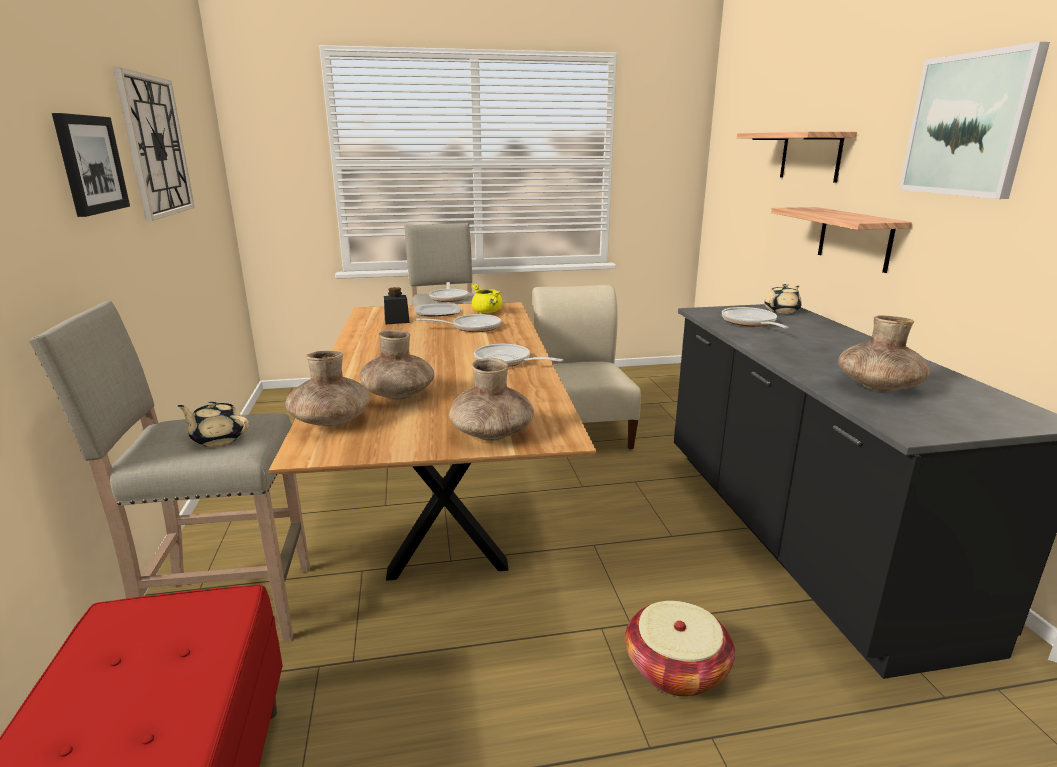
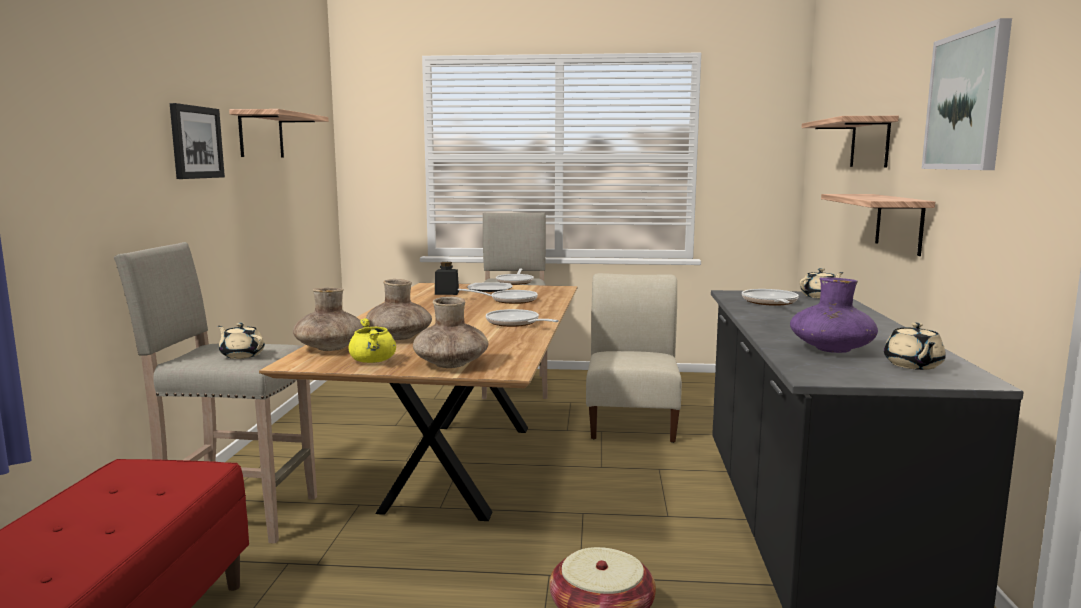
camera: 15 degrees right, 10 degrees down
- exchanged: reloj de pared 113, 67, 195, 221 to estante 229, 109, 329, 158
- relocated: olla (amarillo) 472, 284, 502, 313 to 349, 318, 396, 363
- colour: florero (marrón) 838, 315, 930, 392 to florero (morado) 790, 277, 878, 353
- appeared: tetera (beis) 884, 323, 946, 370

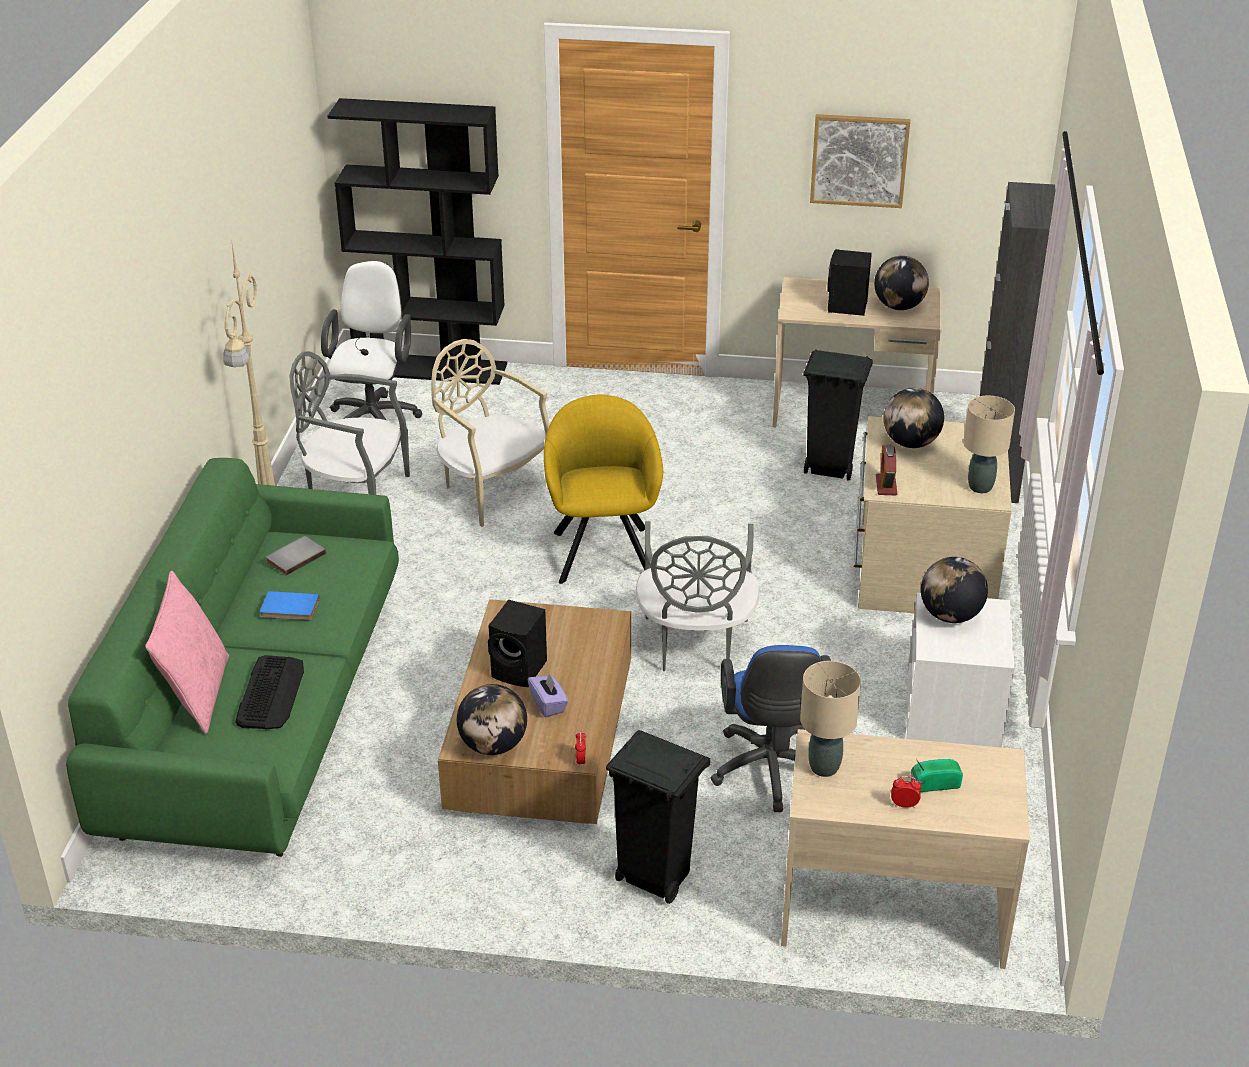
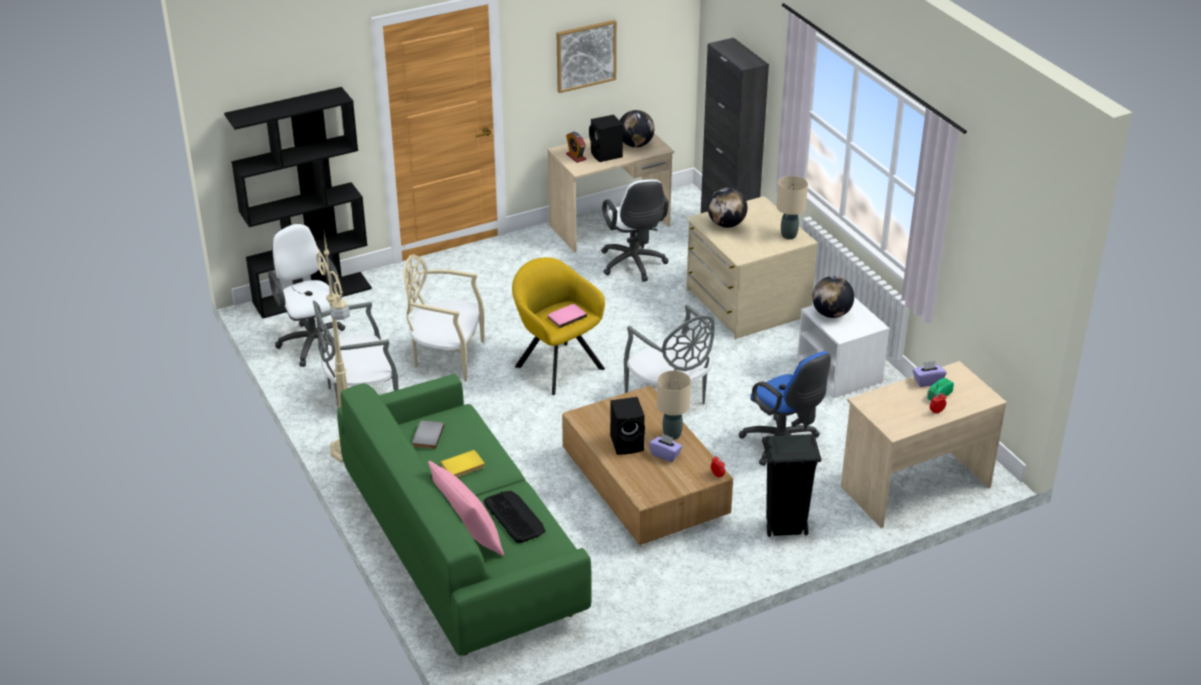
camera: 35 degrees left, 0 degrees up
- exchanged: papelera (negro) 803, 349, 873, 480 to silla de oficina (blanco) 601, 179, 669, 282
- relocated: despertador 876, 445, 897, 495 to 566, 132, 586, 163
- colour: libro (azul) 260, 591, 320, 620 to libro (amarillo) 440, 450, 485, 477
- relocated: lámpara de mesa (beis) 800, 661, 861, 777 to 657, 370, 691, 440
- missing: globo terráqueo 457, 684, 527, 755
- appeared: libro (rosa) 548, 304, 587, 328
- appeared: caja de pañuelos (morado) 913, 361, 946, 387

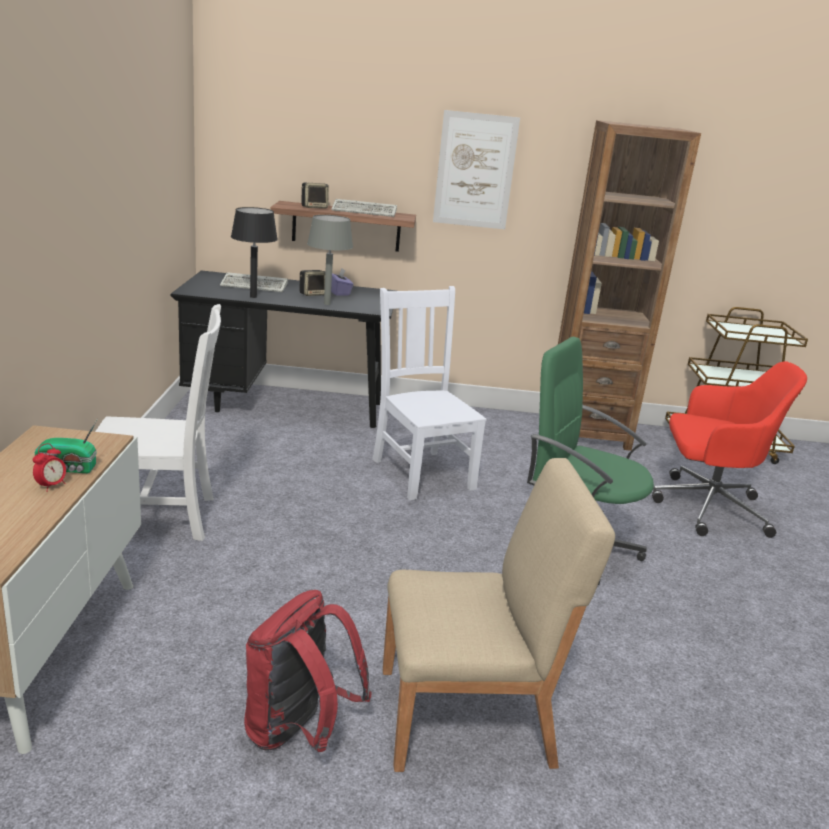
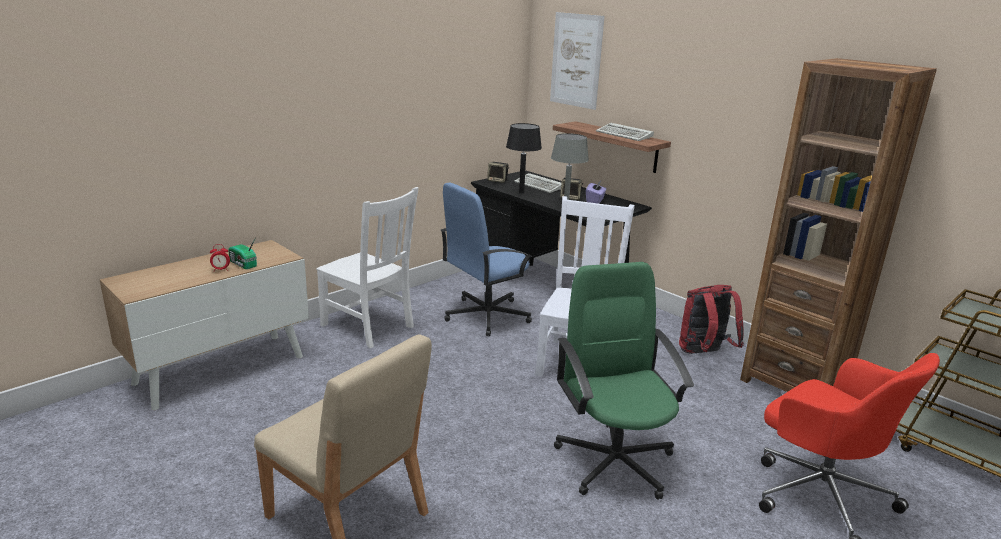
camera: 45 degrees right, 0 degrees up
- relocated: cuadro 433, 110, 520, 229 to 550, 12, 605, 110
- relocated: altavoz 301, 183, 329, 209 to 487, 162, 509, 183
- relocated: mochila (rojo) 244, 590, 372, 752 to 679, 285, 744, 354
- appeared: silla de oficina (azul) 441, 182, 532, 336

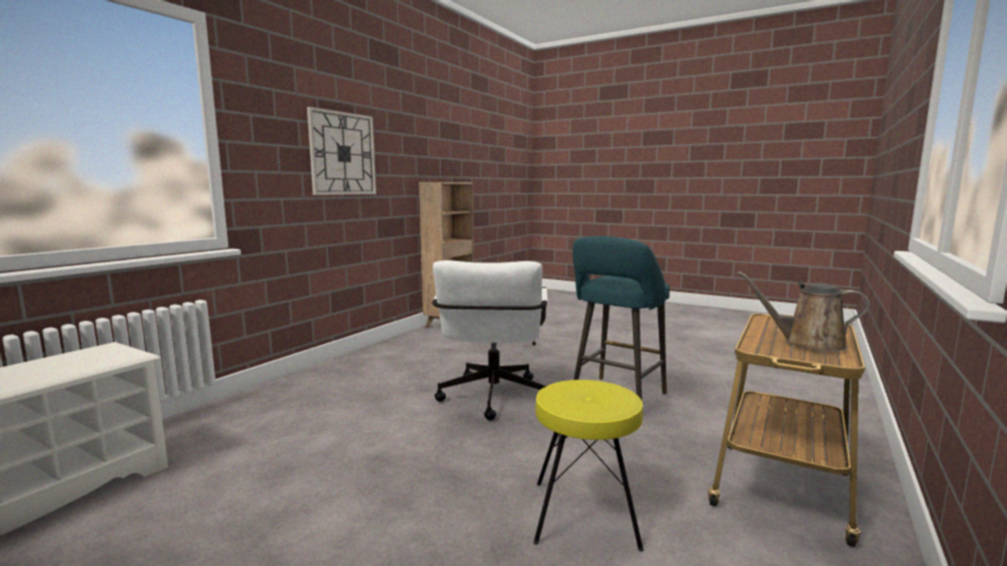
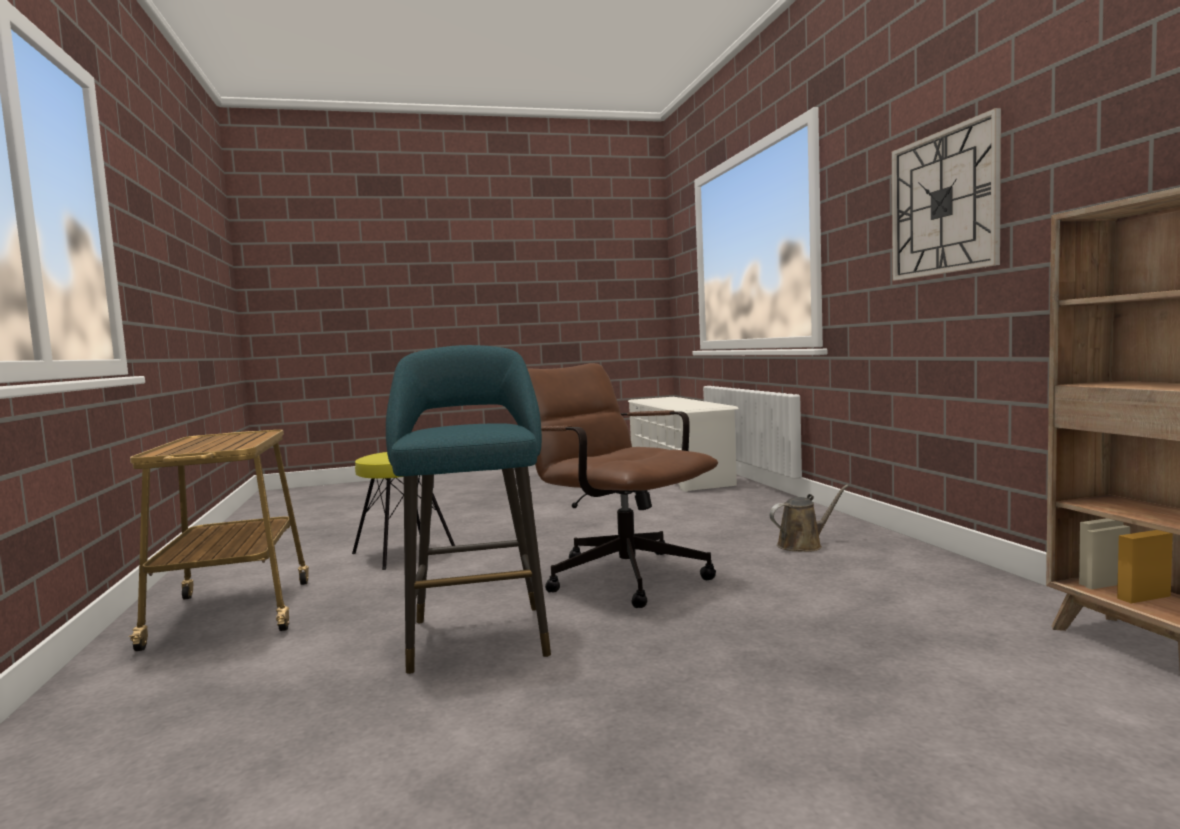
camera: 135 degrees right, 5 degrees down
- colour: silla de oficina (blanco) 432, 260, 548, 421 to silla de oficina (marrón) 527, 363, 718, 608
- relocated: regadera (marrón) 737, 271, 870, 352 to 770, 485, 849, 552

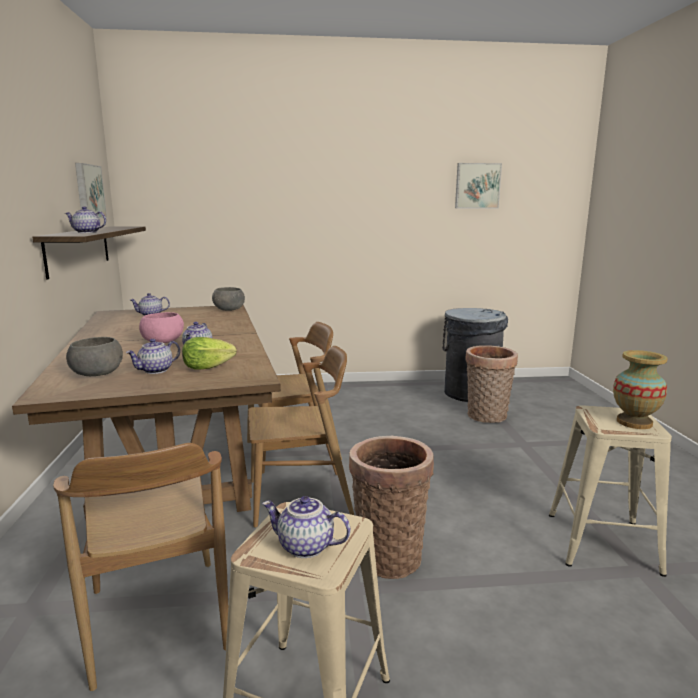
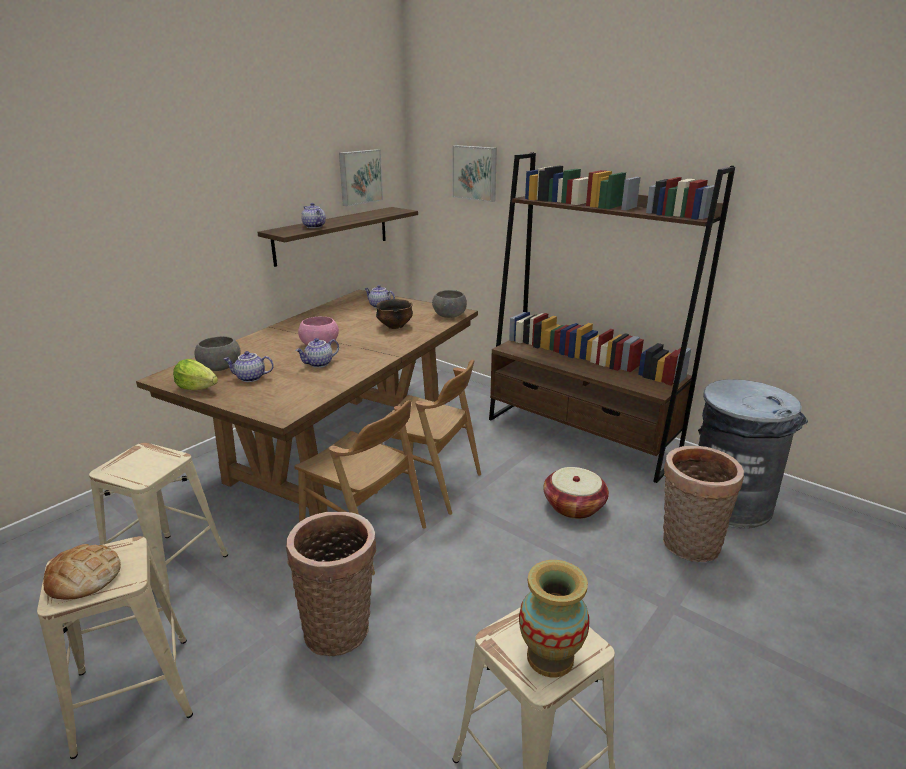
camera: 45 degrees right, 10 degrees up
- relocated: cuadro 455, 163, 502, 209 to 452, 145, 497, 202
- relocated: lechuga 182, 337, 237, 370 to 173, 359, 218, 390
- exchanged: silla (marrón) 53, 443, 228, 691 to taburete (beis) 89, 443, 228, 601
- exchanged: tetera 262, 496, 350, 558 to pan 43, 544, 121, 599
- appeared: estantería (marrón) 489, 152, 735, 483
- appeared: cuenco 376, 299, 413, 329
- appeared: cesta 543, 467, 609, 519

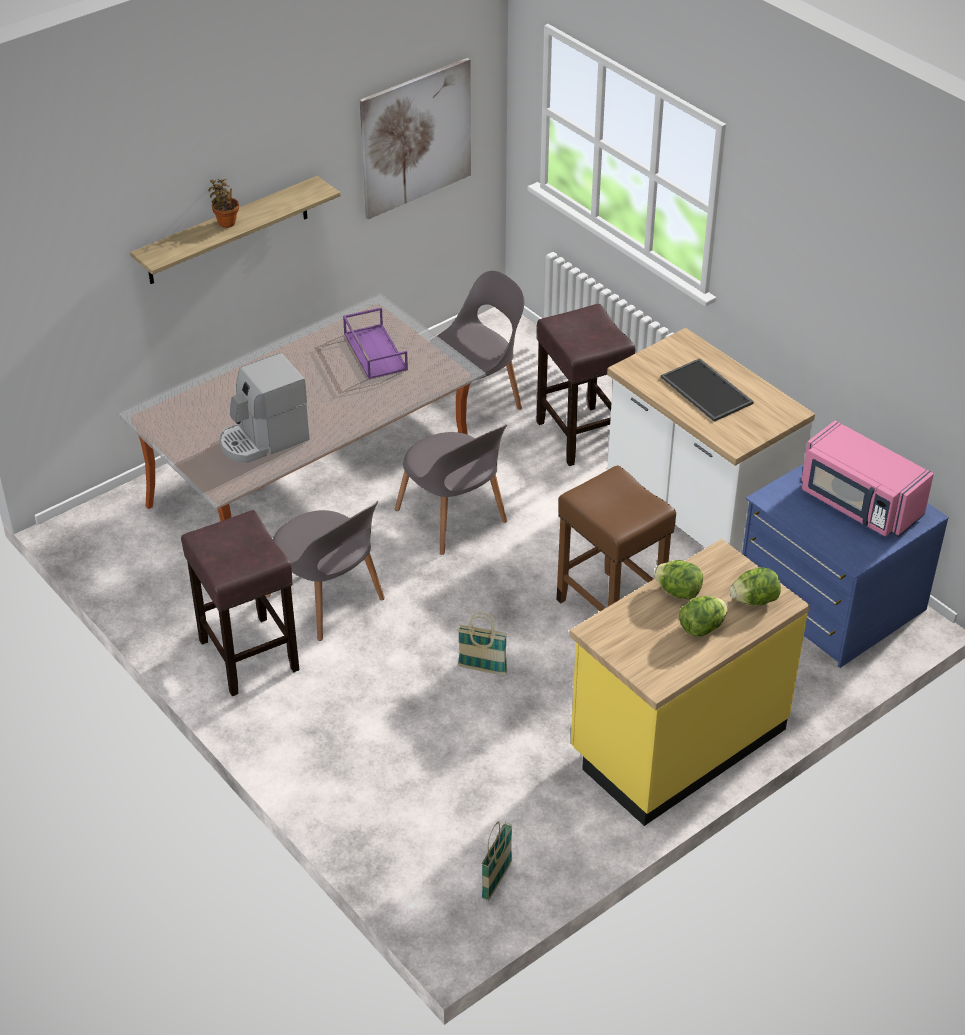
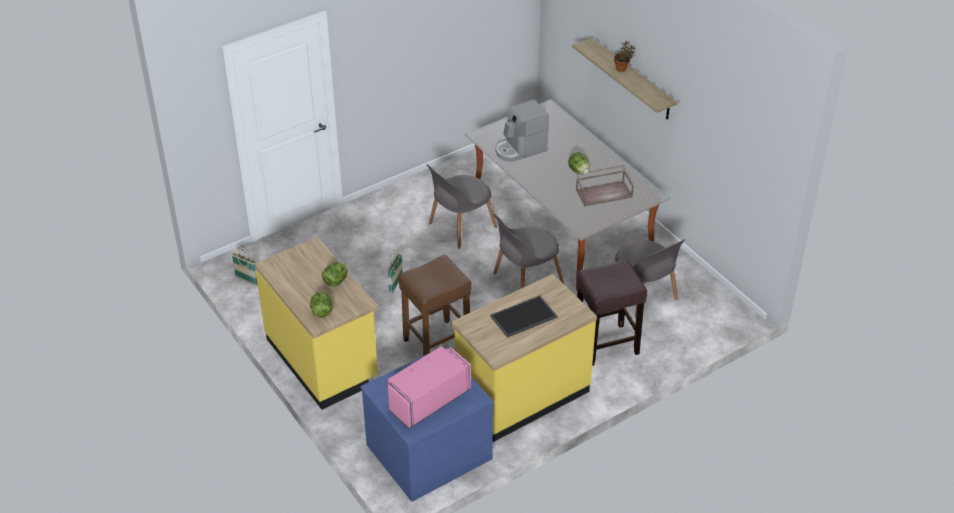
camera: 95 degrees right, 0 degrees up
- missing: cuadro 360, 58, 471, 219
- colour: bandeja (morado) 343, 307, 408, 379 to bandeja (marrón) 576, 170, 634, 206
- colour: mueble bajo de cocina (blanco) 607, 328, 815, 554 to mueble bajo de cocina (amarillo) 451, 274, 597, 442
- spun: cafetera 219, 353, 310, 463 = 495, 99, 549, 162 90 degrees counterclockwise
- missing: taburete (marrón) 181, 510, 299, 696
- relocated: lechuga 679, 596, 728, 636 to 568, 152, 590, 175

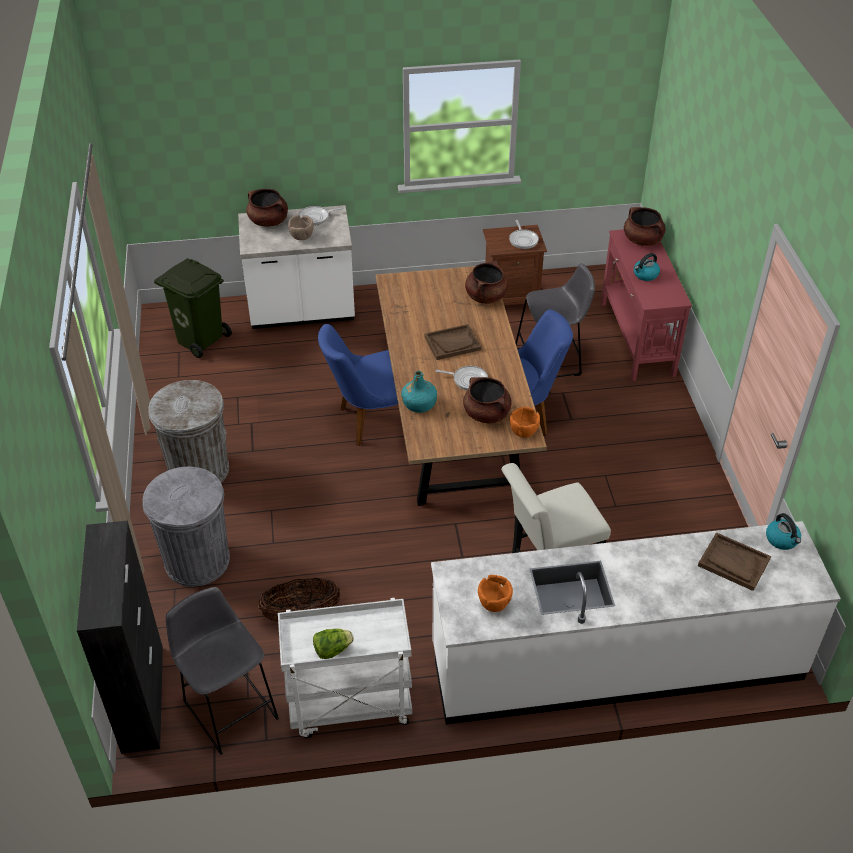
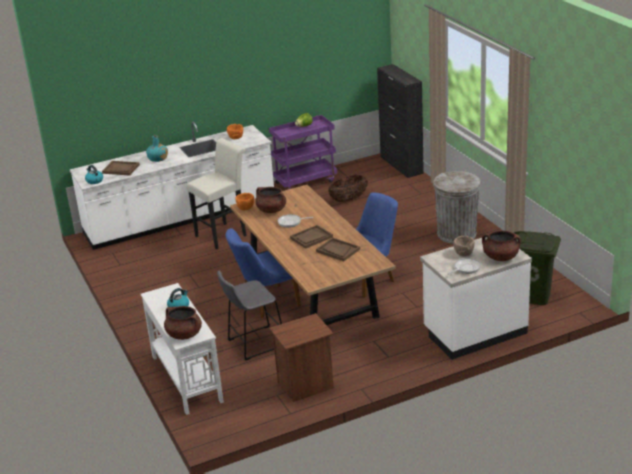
camera: 165 degrees right, 15 degrees down
- missing: sartén 509, 220, 539, 249
- colour: mesa consola (rojo) 601, 229, 692, 381 to mesa consola (blanco) 141, 283, 224, 415
- missing: olla (marrón) 465, 261, 508, 304
- relocated: botella (turquesa) 401, 371, 437, 413 to 146, 135, 168, 162
- missing: papelera (gris) 143, 467, 230, 587
- missing: taburete (gris) 166, 587, 279, 755
- colour: carrito (blanco) 278, 598, 412, 738 to carrito (morado) 269, 115, 337, 190
- appeared: bandeja (marrón) 316, 237, 360, 261

